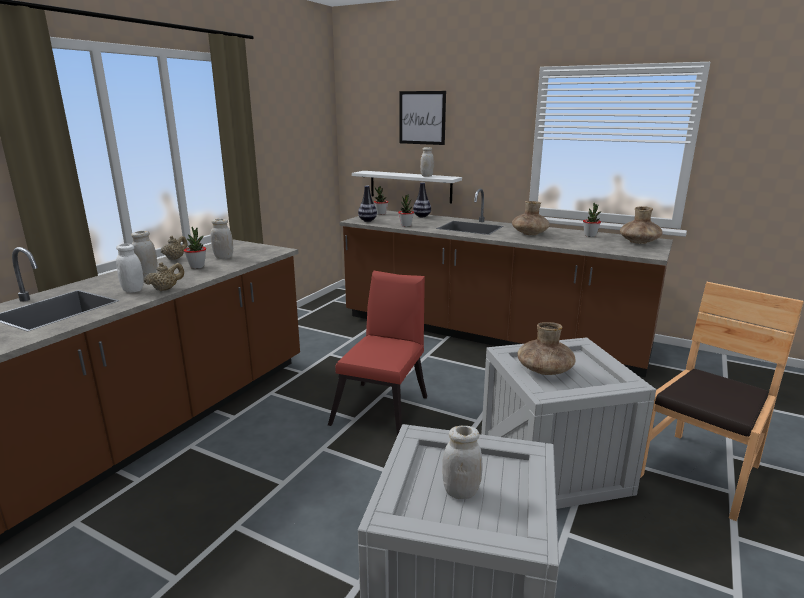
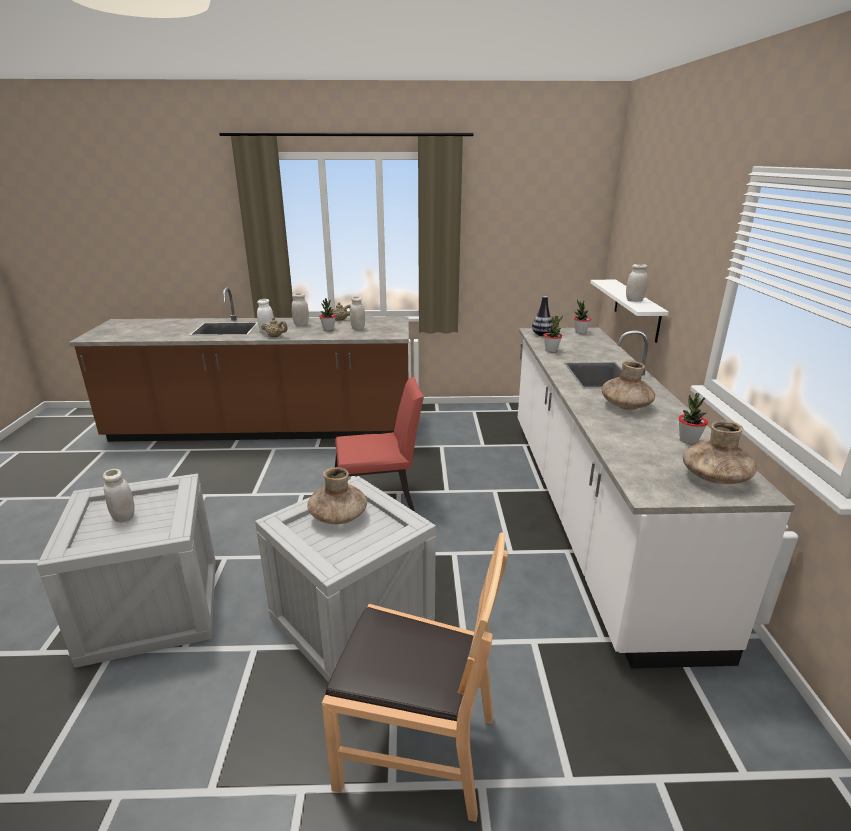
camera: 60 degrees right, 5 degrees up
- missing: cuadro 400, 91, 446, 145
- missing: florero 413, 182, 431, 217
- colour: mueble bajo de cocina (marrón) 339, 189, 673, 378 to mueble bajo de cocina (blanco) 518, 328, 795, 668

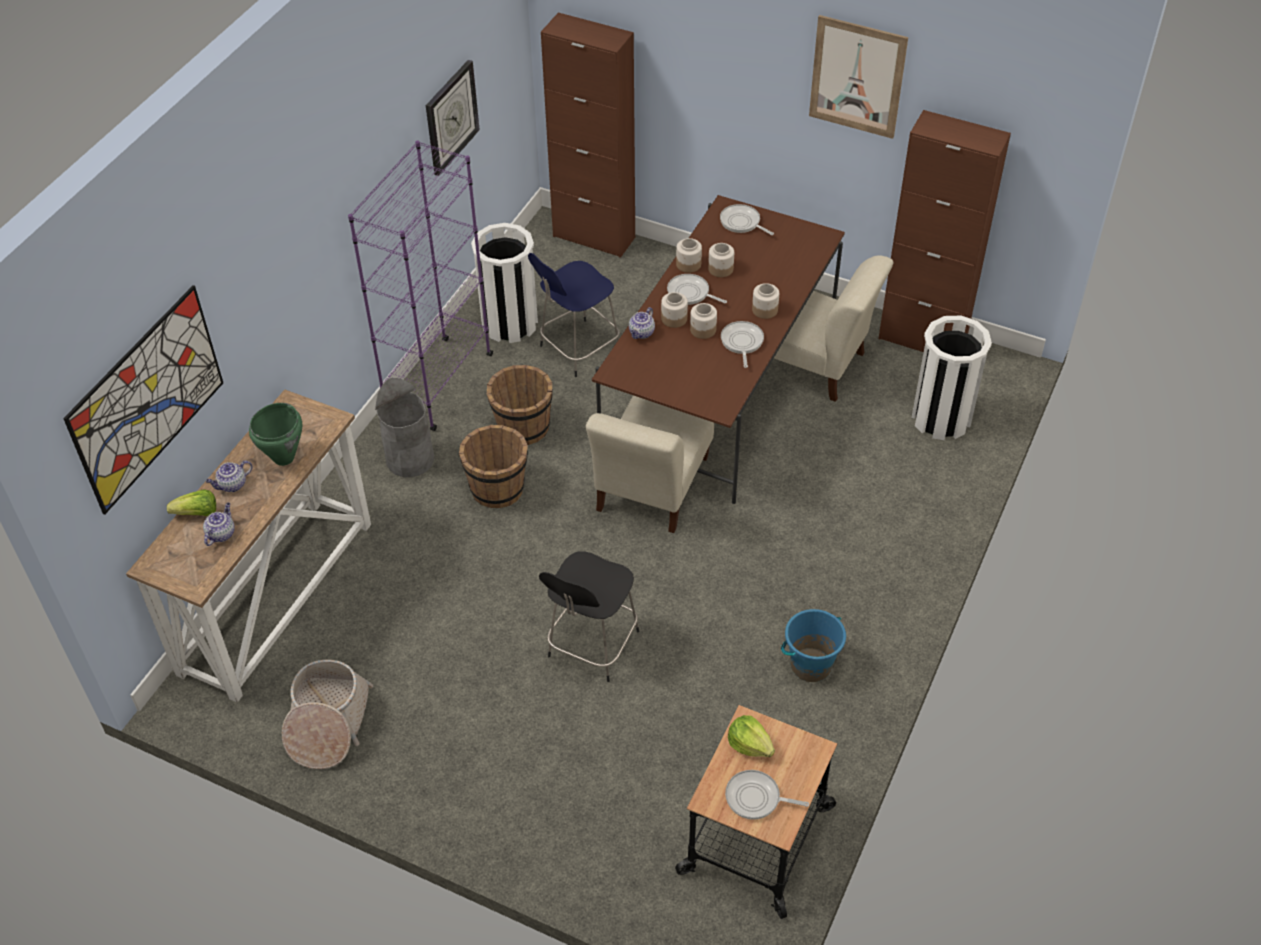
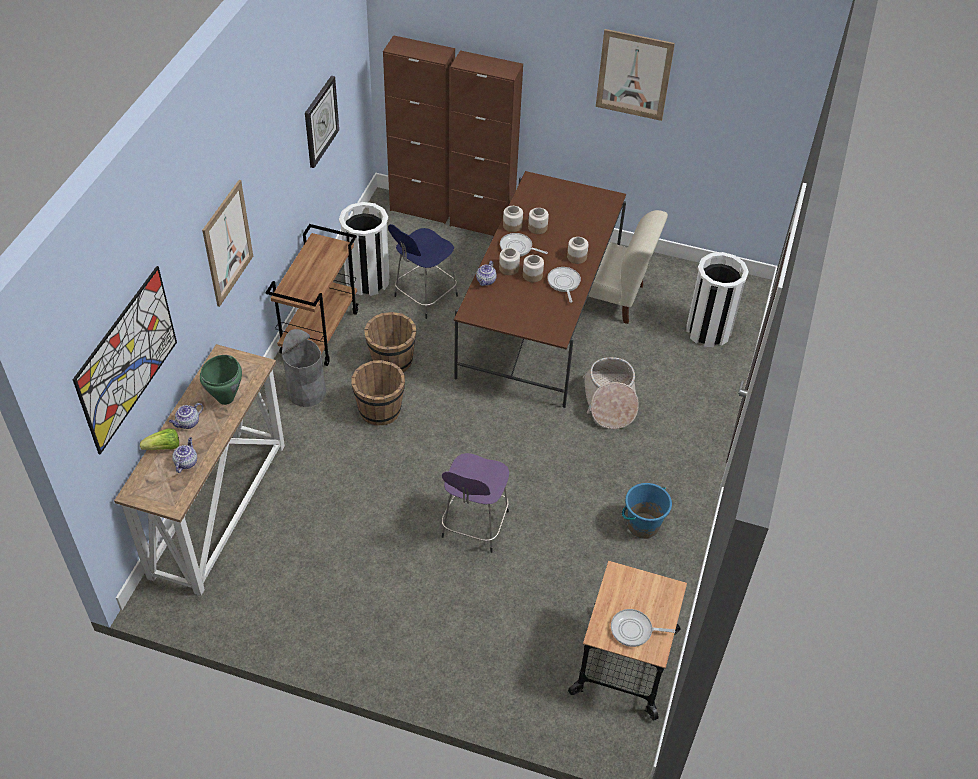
camera: 10 degrees left, 0 degrees up
- relocated: armario (marrón) 878, 110, 1011, 352 to 450, 50, 523, 236
- exchanged: estantería (morado) 348, 141, 493, 431 to carrito (marrón) 266, 224, 359, 366
- missing: sartén 720, 204, 774, 235
- missing: silla (beis) 585, 395, 714, 533
- colour: taburete (negro) 539, 551, 639, 682 to taburete (morado) 442, 453, 509, 553
- relocated: cesta 282, 660, 373, 769 to 583, 357, 639, 429
- missing: lechuga 728, 715, 775, 757
- appeared: cuadro 202, 180, 253, 307

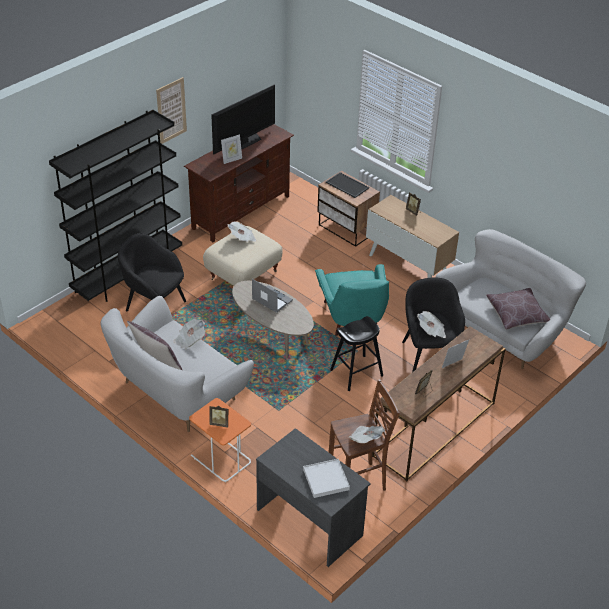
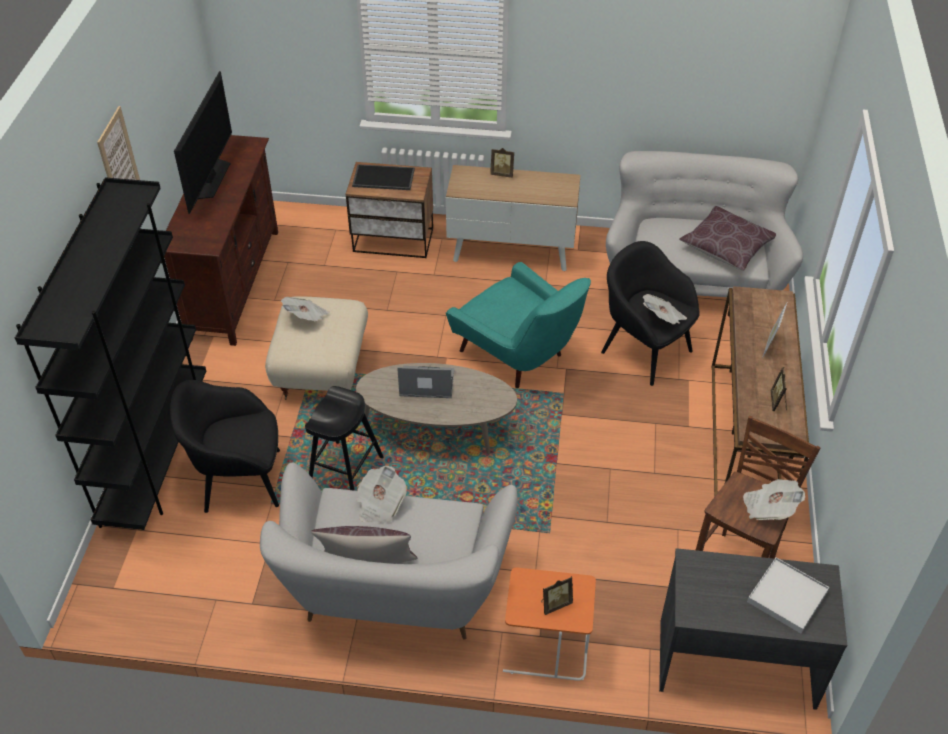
camera: 35 degrees left, 5 degrees up
- missing: portarretratos 221, 134, 242, 164
- relocated: taburete (negro) 330, 316, 383, 391 to 305, 386, 384, 491

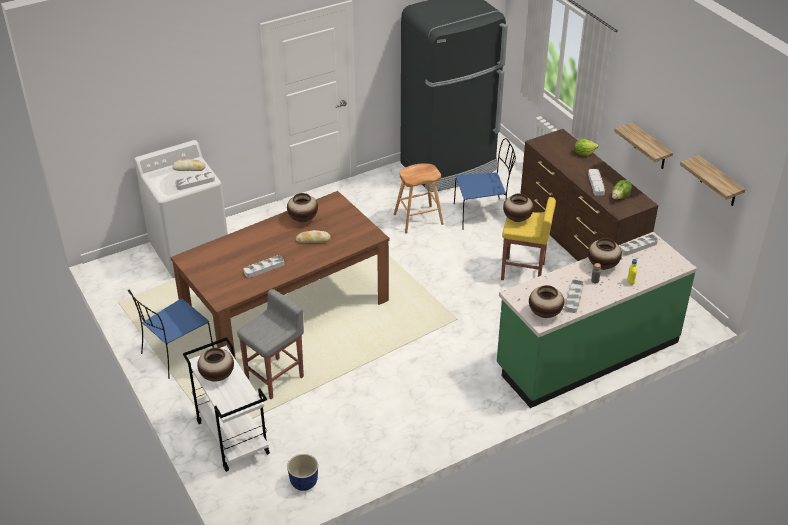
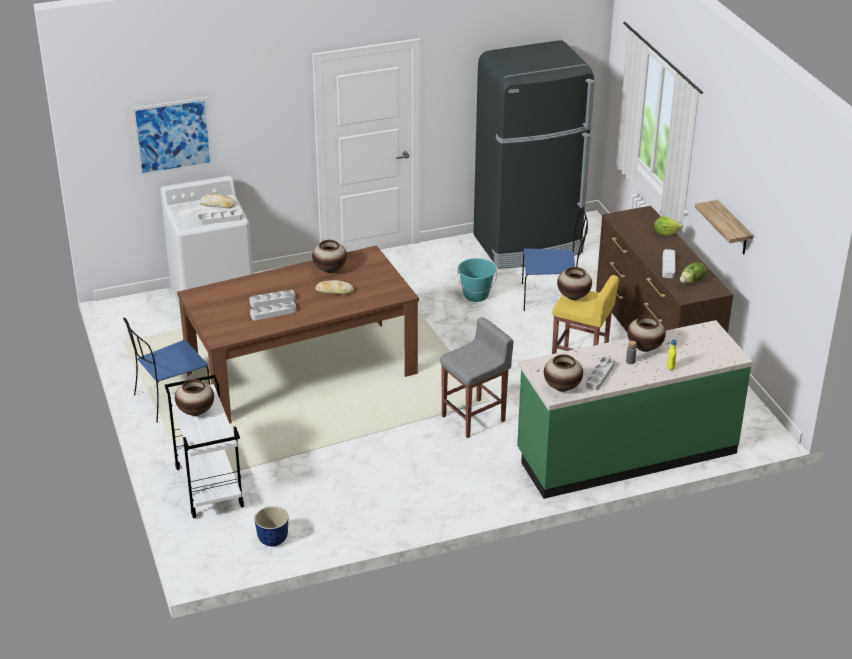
camera: 10 degrees right, 5 degrees down
- missing: estante 680, 155, 746, 206
- exchanged: taburete (marrón) 394, 164, 444, 233 to cubo (turquesa) 457, 258, 497, 302
- relocated: bandeja (gris) 620, 234, 658, 256 to 249, 290, 295, 308
- relocated: taburete (gris) 237, 289, 304, 399 to 440, 317, 514, 438
- appeared: cuadro 132, 97, 213, 176

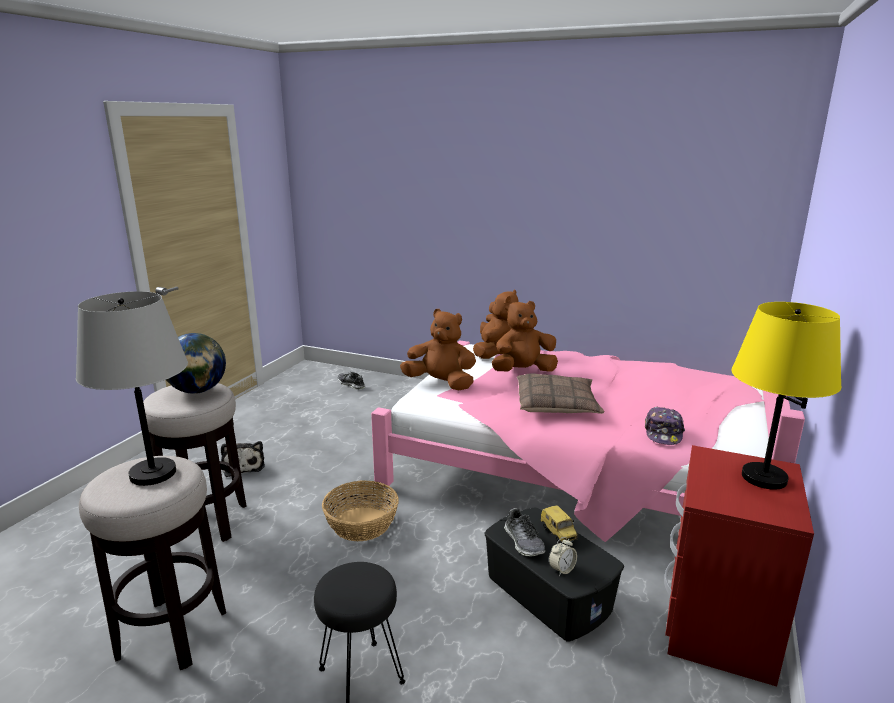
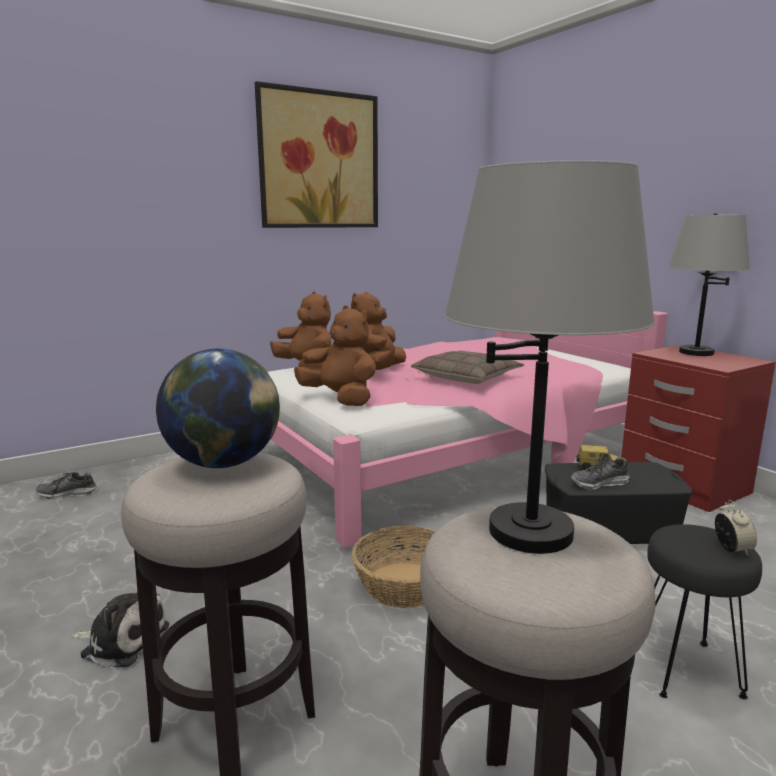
camera: 55 degrees left, 5 degrees down
- colour: lámpara de mesa (amarillo) 732, 302, 841, 490 to lámpara de mesa (gris) 668, 213, 750, 356
- spun: peluche (marrón) 400, 309, 476, 391 = 294, 305, 376, 406 75 degrees clockwise
- missing: gorra 645, 406, 685, 445
- spun: zapato 504, 508, 546, 556 = 571, 457, 630, 490 150 degrees clockwise
- relocated: despertador 549, 537, 577, 576 to 715, 500, 757, 556
- appeared: cuadro 255, 81, 378, 228

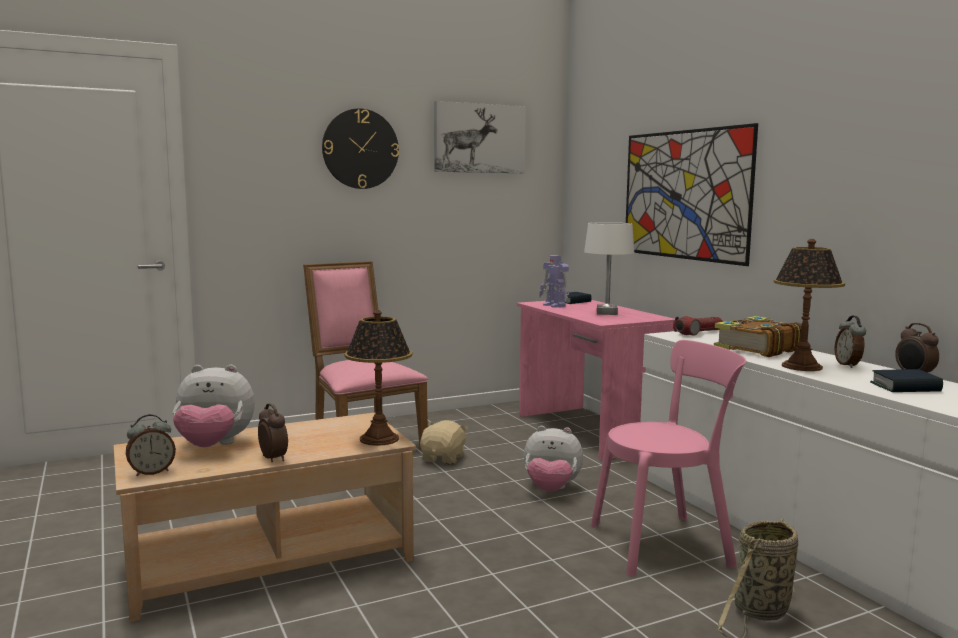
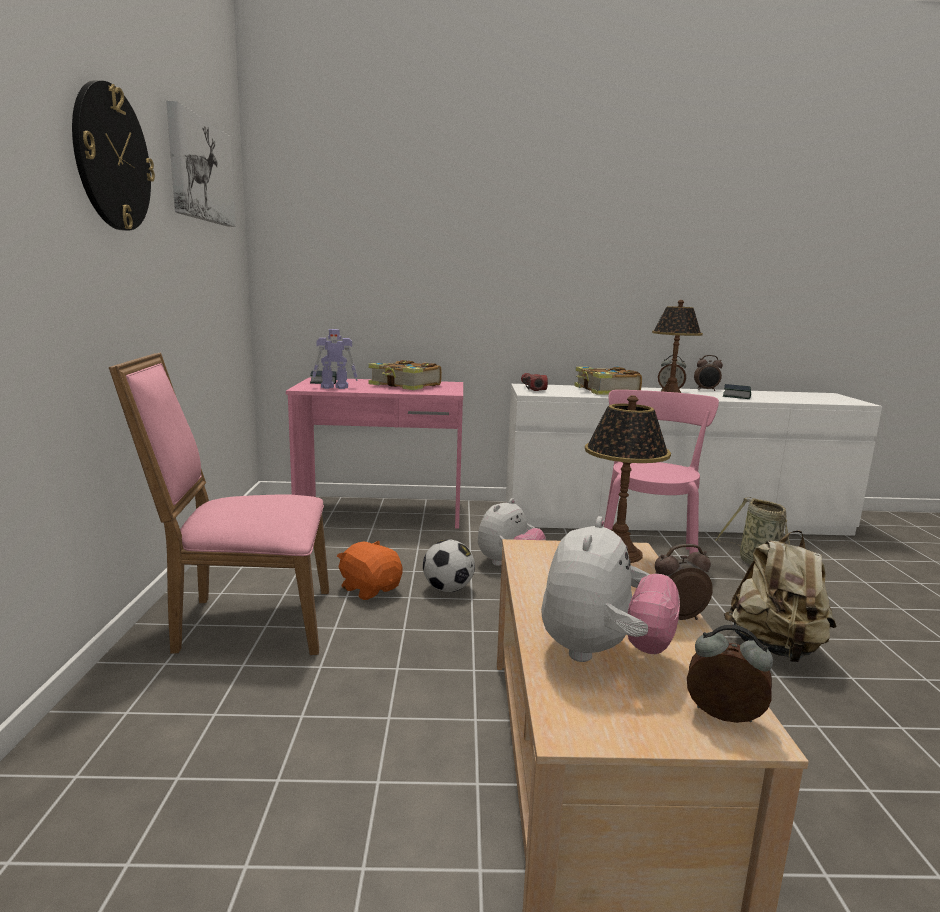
camera: 65 degrees left, 5 degrees up
- missing: cuadro 626, 123, 758, 266
- exchanged: lámpara de mesa (blanco) 584, 222, 634, 315 to libro 368, 360, 442, 390
- spun: despertador 126, 414, 176, 477 = 687, 625, 773, 723 60 degrees counterclockwise
- colour: peluche (beis) 420, 420, 468, 464 to peluche (naranja) 337, 541, 403, 600
- appeared: mochila (beis) 724, 530, 836, 662
- appeared: balón de fútbol 423, 539, 475, 592

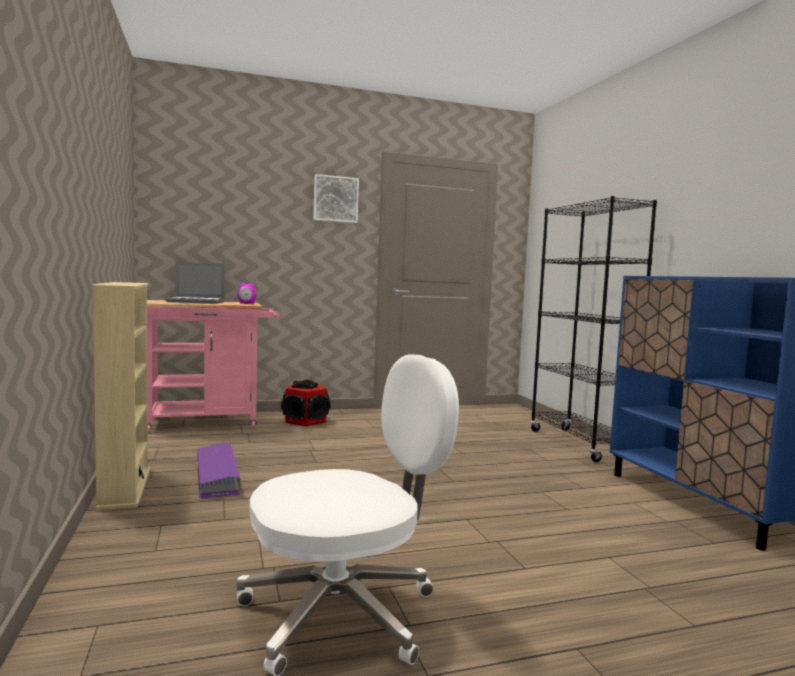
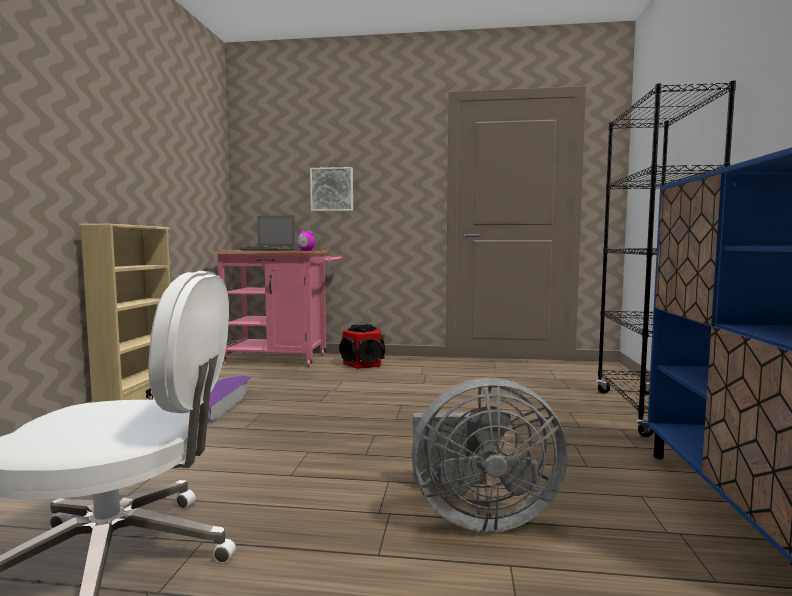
camera: 25 degrees right, 0 degrees up
- relocated: cuadro 313, 174, 359, 223 to 310, 167, 353, 211
- appeared: ventilador (gris) 412, 378, 567, 532

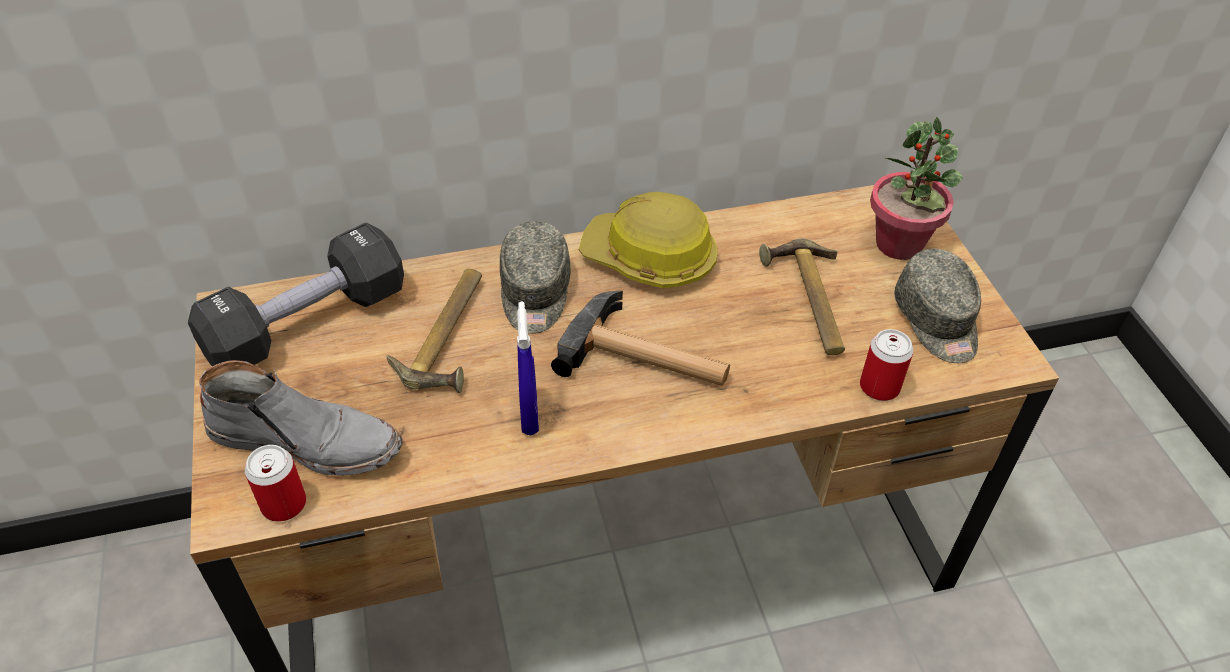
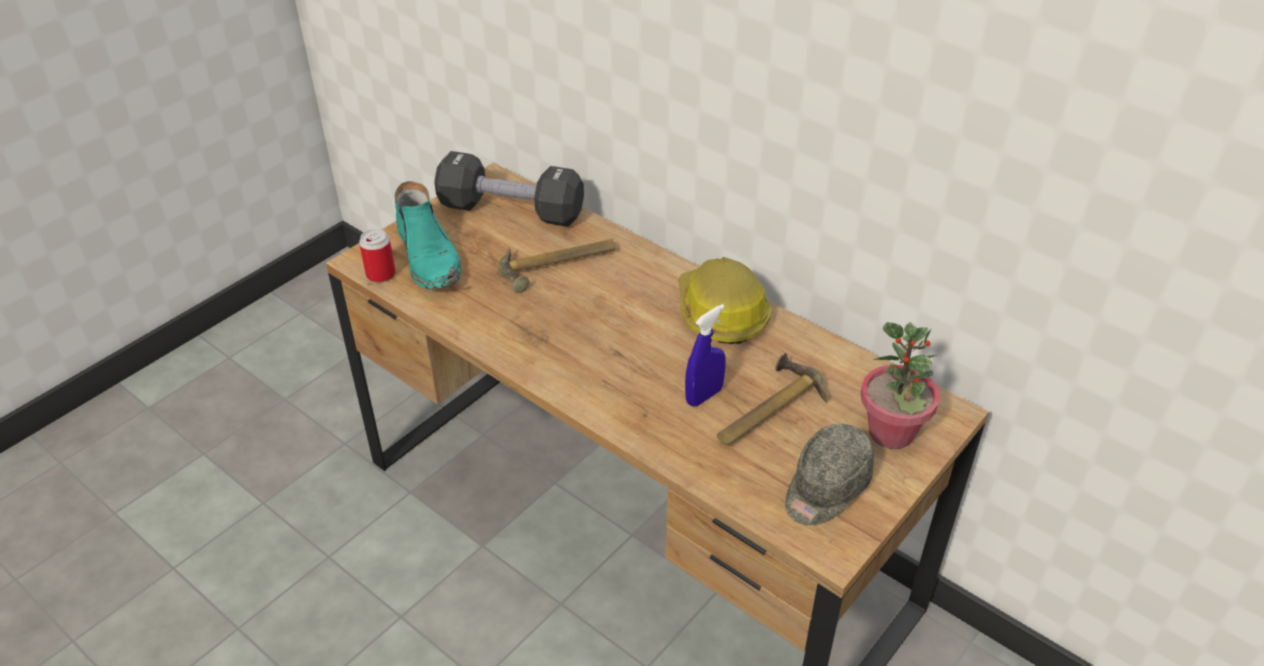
camera: 55 degrees right, 5 degrees down
- missing: gorra (gris) 500, 221, 571, 334
- missing: martillo 551, 291, 730, 386
- relocated: pulverizador (azul) 517, 302, 539, 435 to 685, 304, 726, 406
- missing: lata 860, 329, 913, 401
- colour: bota (gris) 199, 360, 403, 476 to bota (turquesa) 394, 181, 461, 289

